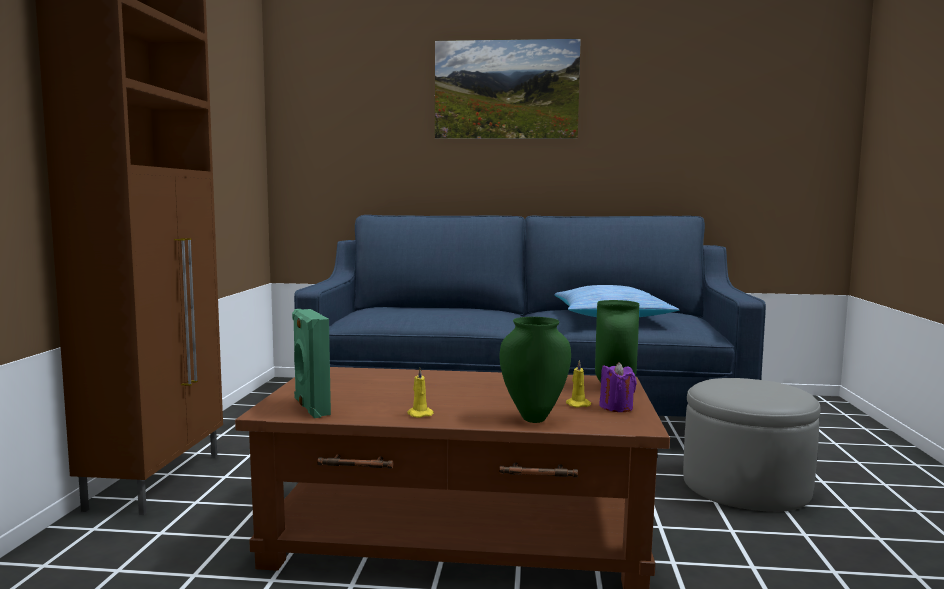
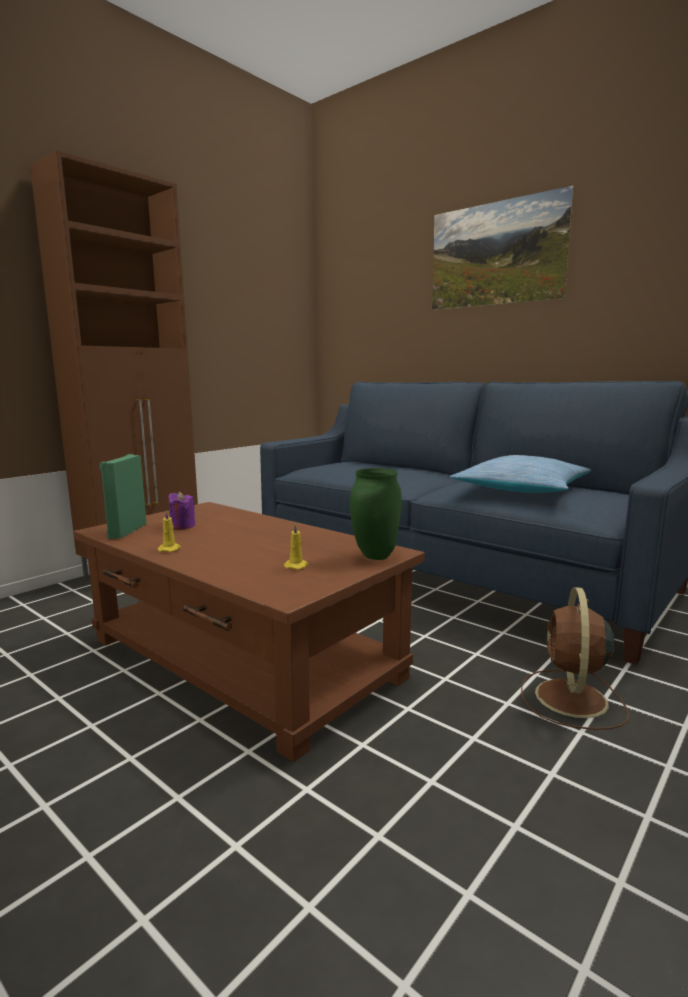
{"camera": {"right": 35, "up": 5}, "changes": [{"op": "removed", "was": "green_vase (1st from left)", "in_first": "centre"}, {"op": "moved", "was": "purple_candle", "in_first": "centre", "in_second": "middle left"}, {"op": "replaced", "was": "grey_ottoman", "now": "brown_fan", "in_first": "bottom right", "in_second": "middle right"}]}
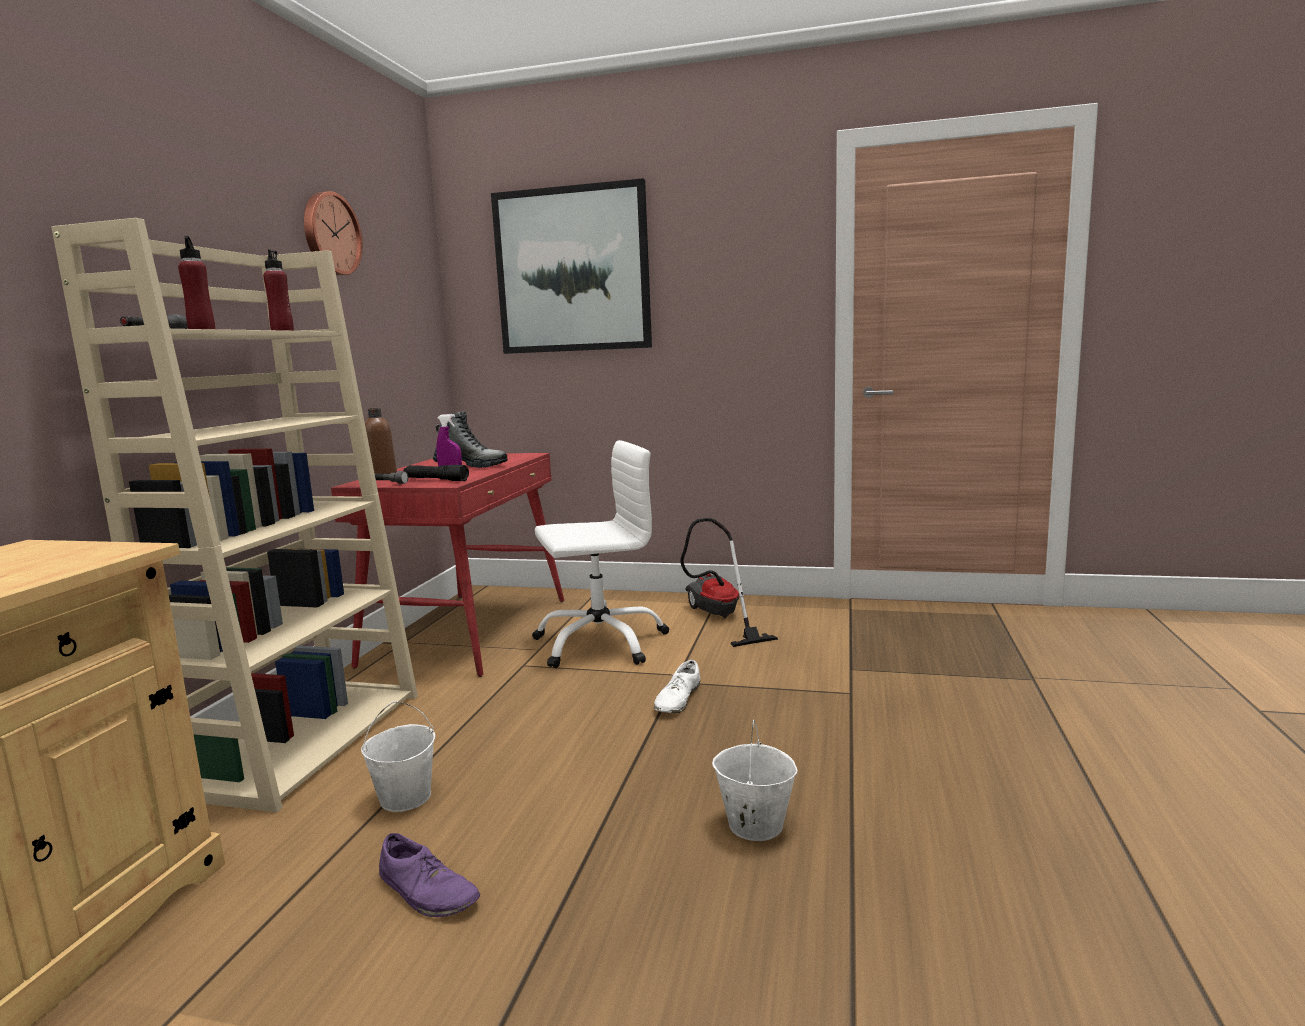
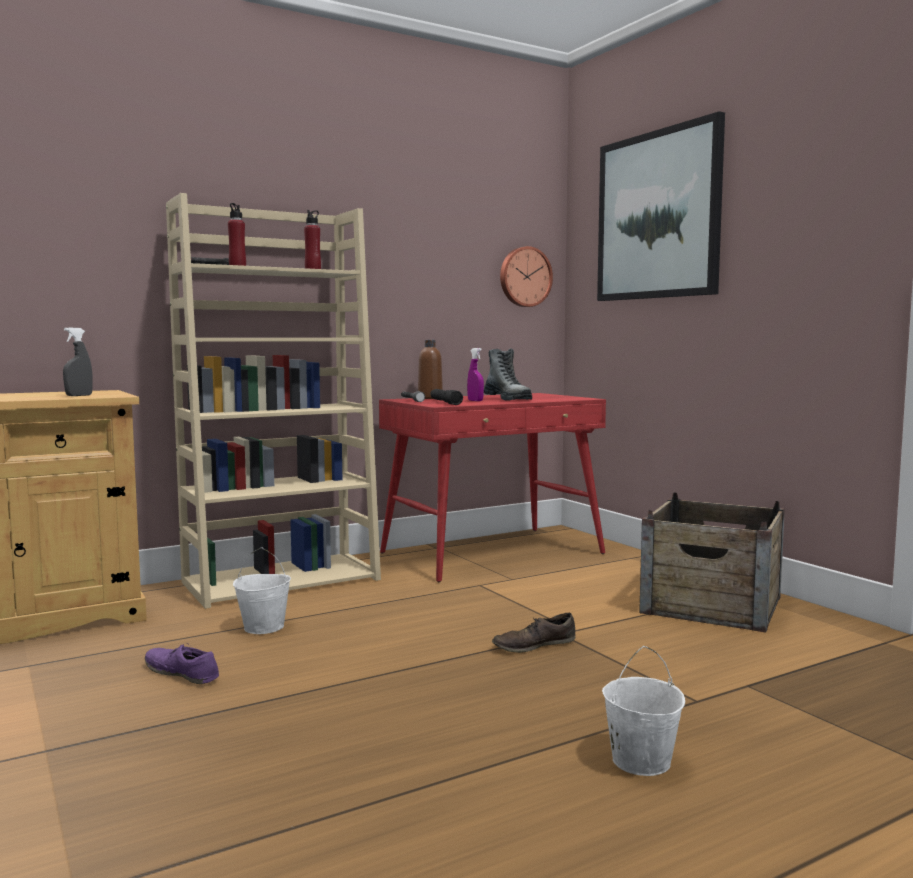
{"camera": {"right": 45, "up": -5}, "changes": [{"op": "removed", "was": "white_office_chair", "in_first": "centre"}, {"op": "added", "now": "grey_spray_bottle", "in_second": "middle left"}, {"op": "moved", "was": "wall_clock", "in_first": "top left", "in_second": "top centre"}, {"op": "moved", "was": "white_bucket (2nd from left)", "in_first": "bottom centre", "in_second": "bottom right"}, {"op": "replaced", "was": "vacuum_cleaner", "now": "crate", "in_first": "centre", "in_second": "middle right"}, {"op": "recoloured", "was": "white_shoe", "now": "brown_shoe", "in_first": "bottom centre", "in_second": "bottom centre"}, {"op": "turned", "was": "purple_shoe", "in_first": "bottom left", "in_second": "bottom left", "clockwise": 135}]}
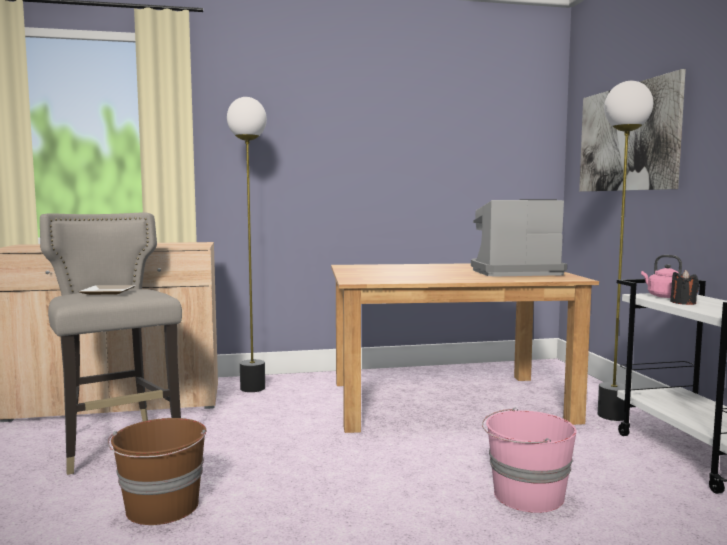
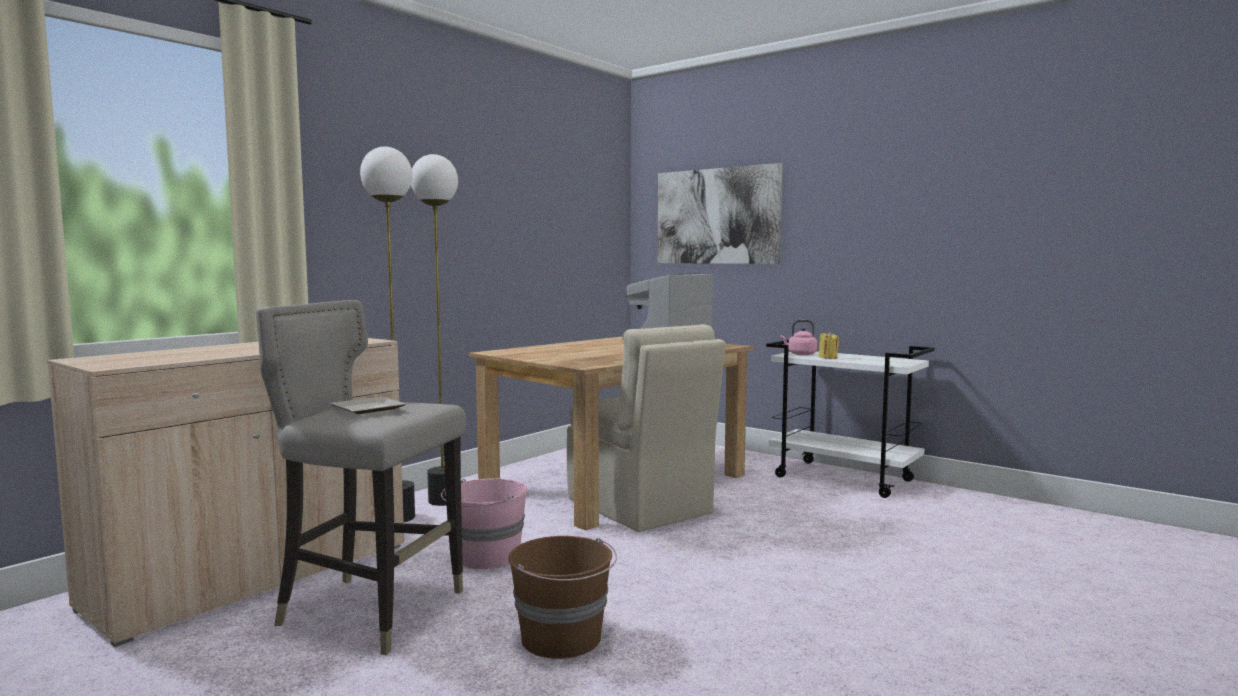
{"camera": {"right": -40, "up": 0}, "changes": [{"op": "added", "now": "beige_chair", "in_second": "centre"}, {"op": "moved", "was": "pink_bucket", "in_first": "bottom right", "in_second": "bottom centre"}, {"op": "moved", "was": "floor_lamp (2nd from left)", "in_first": "middle right", "in_second": "centre"}, {"op": "recoloured", "was": "black_candle", "now": "yellow_candle", "in_first": "middle right", "in_second": "middle right"}]}
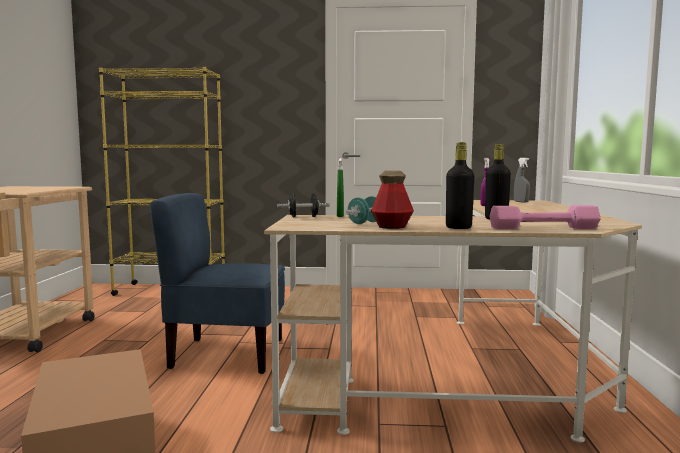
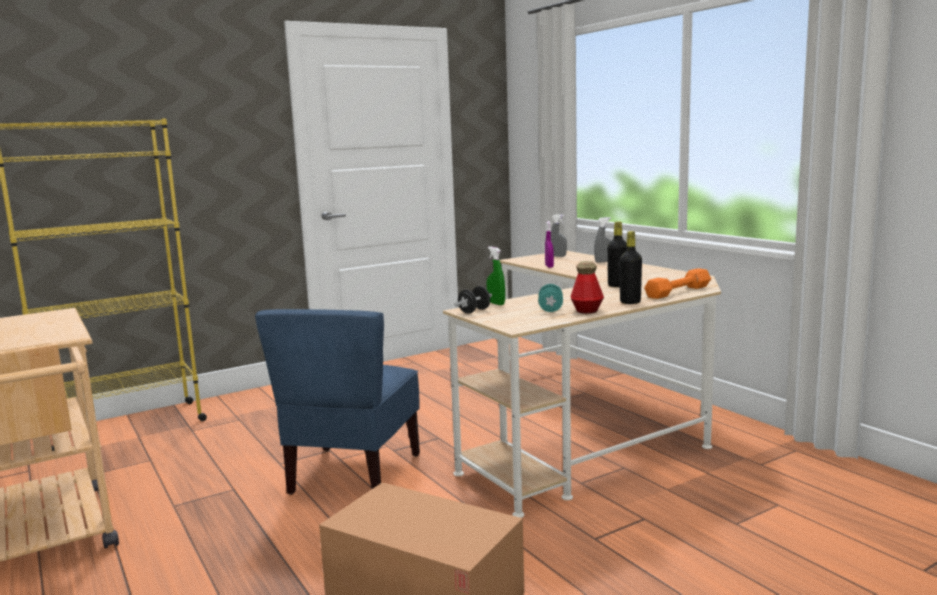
{"camera": {"right": -35, "up": 5}, "changes": [{"op": "added", "now": "grey_spray_bottle (2nd from left)", "in_second": "centre"}, {"op": "recoloured", "was": "pink_dumbbell", "now": "orange_dumbbell", "in_first": "middle right", "in_second": "middle right"}, {"op": "turned", "was": "blue_chair", "in_first": "middle left", "in_second": "bottom centre", "clockwise": -45}]}
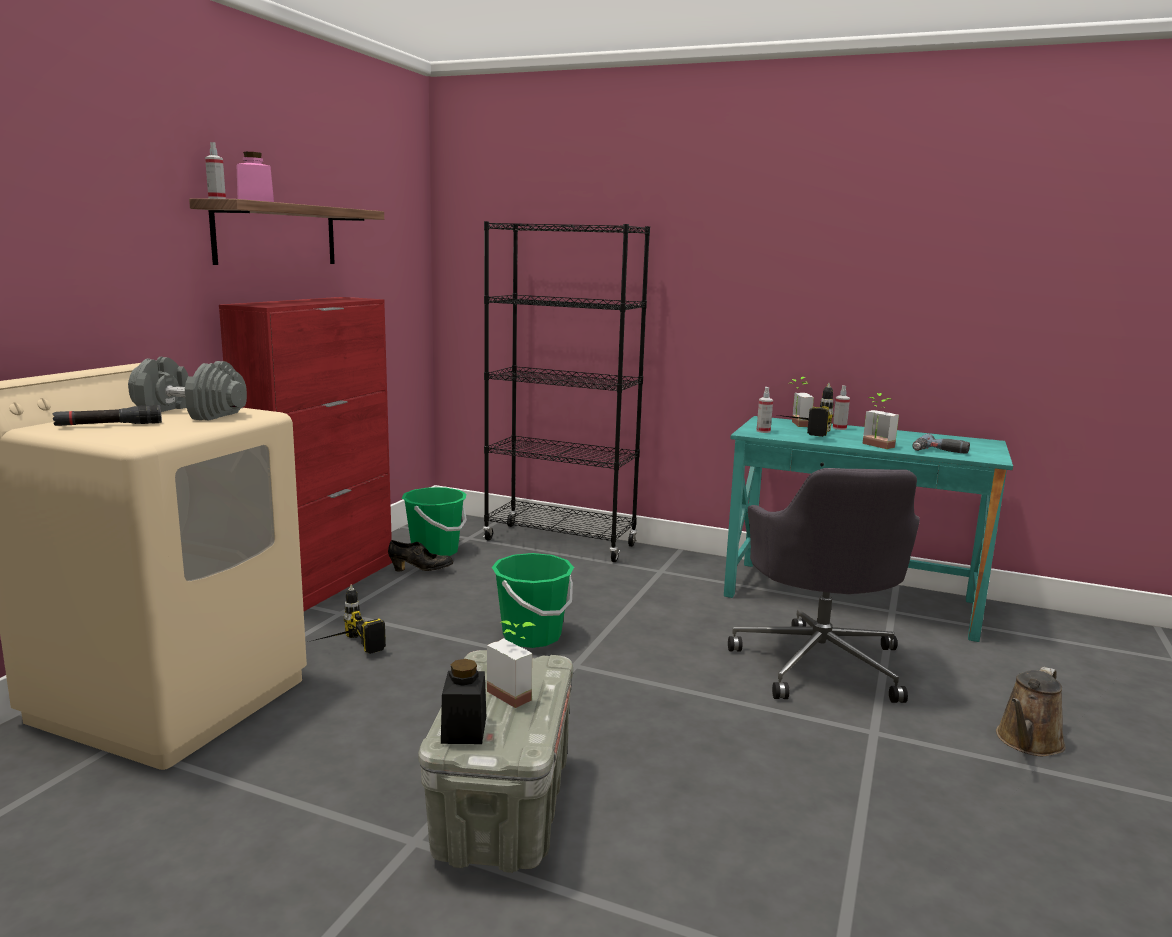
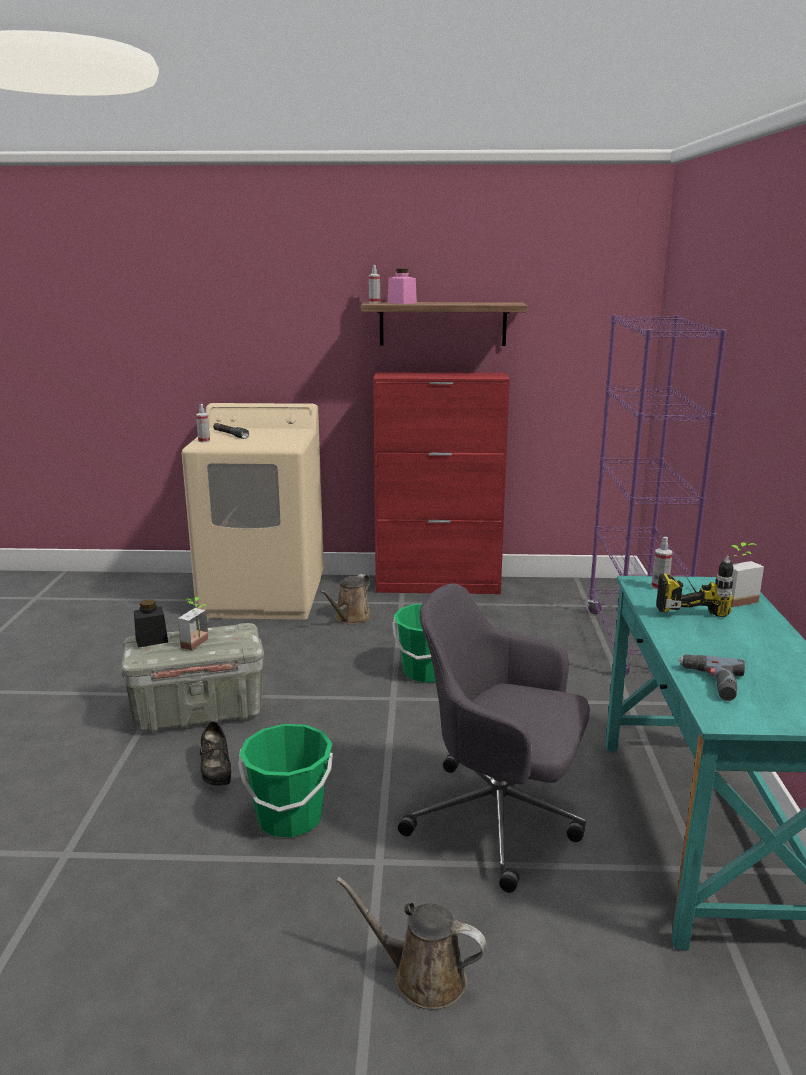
{"camera": {"right": 70, "up": 5}, "changes": [{"op": "removed", "was": "grey_dumbbell", "in_first": "middle left"}, {"op": "removed", "was": "potted_plant (3rd from left)", "in_first": "middle right"}, {"op": "moved", "was": "black_shoe", "in_first": "centre", "in_second": "bottom left"}, {"op": "moved", "was": "green_bucket (1st from left)", "in_first": "centre", "in_second": "bottom centre"}, {"op": "moved", "was": "spray_bottle (3rd from left in the first image)", "now": "spray_bottle (1st from left)", "in_first": "middle right", "in_second": "middle left"}, {"op": "replaced", "was": "power_drill (1st from left)", "now": "brown_watering_can (1st from left)", "in_first": "middle left", "in_second": "centre"}, {"op": "recoloured", "was": "black_bookcase", "now": "purple_bookcase", "in_first": "centre", "in_second": "middle right"}, {"op": "turned", "was": "grey_office_chair", "in_first": "middle right", "in_second": "bottom centre", "clockwise": 45}]}
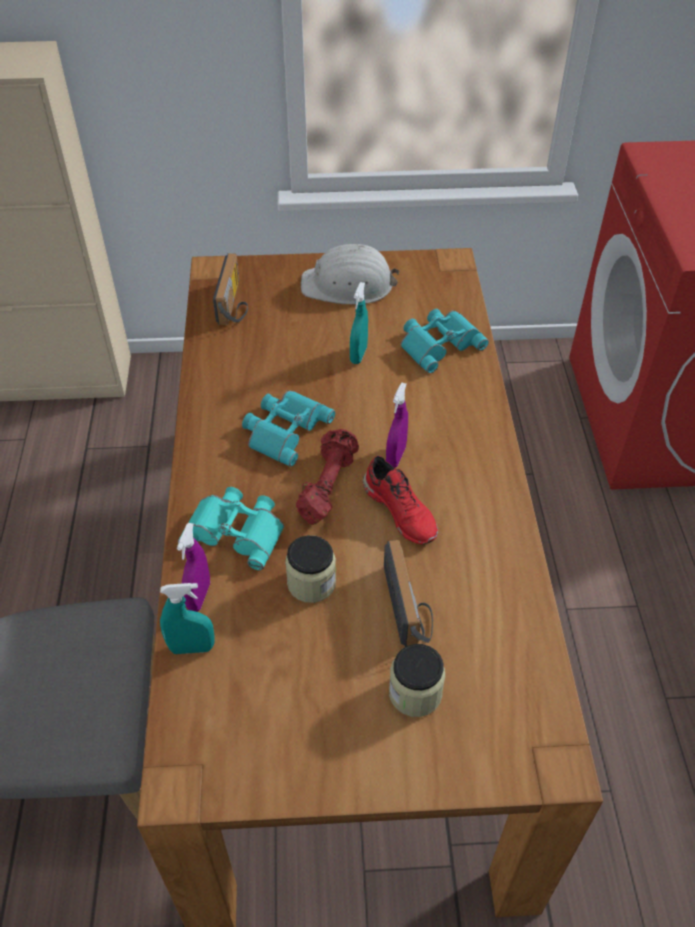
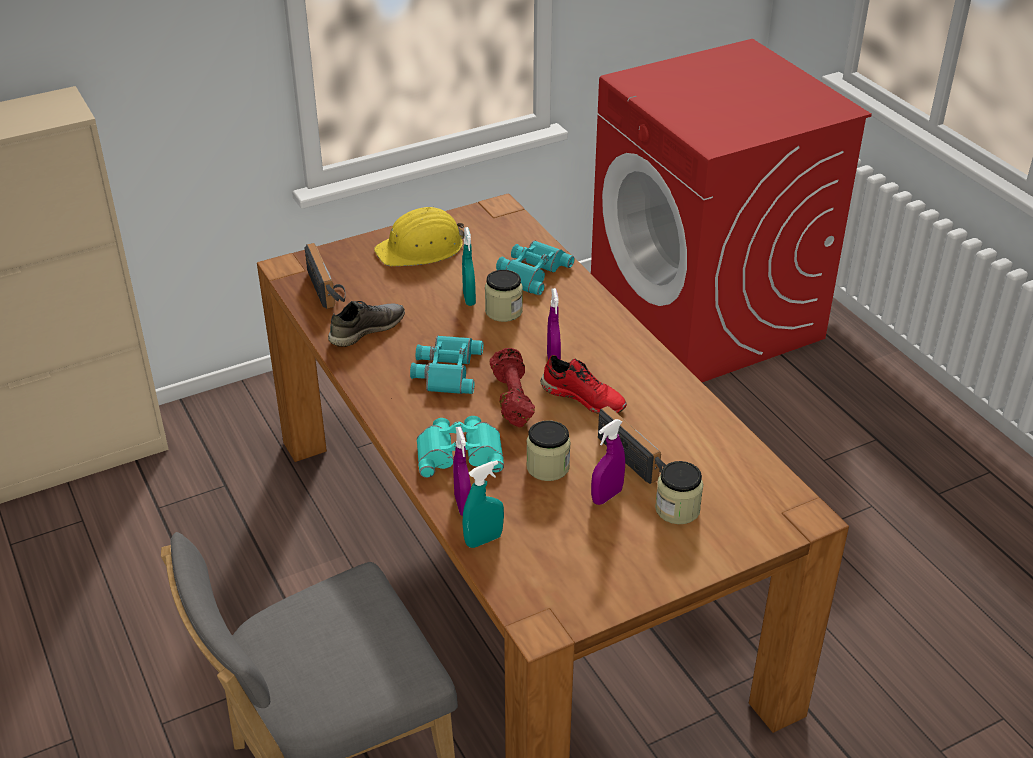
{"camera": {"right": -25, "up": -10}, "changes": [{"op": "added", "now": "grey_shoe", "in_second": "centre"}, {"op": "added", "now": "jar (1st from left)", "in_second": "centre"}, {"op": "added", "now": "purple_spray_bottle (3rd from left)", "in_second": "centre"}, {"op": "recoloured", "was": "white_hard_hat", "now": "yellow_hard_hat", "in_first": "top centre", "in_second": "top centre"}]}
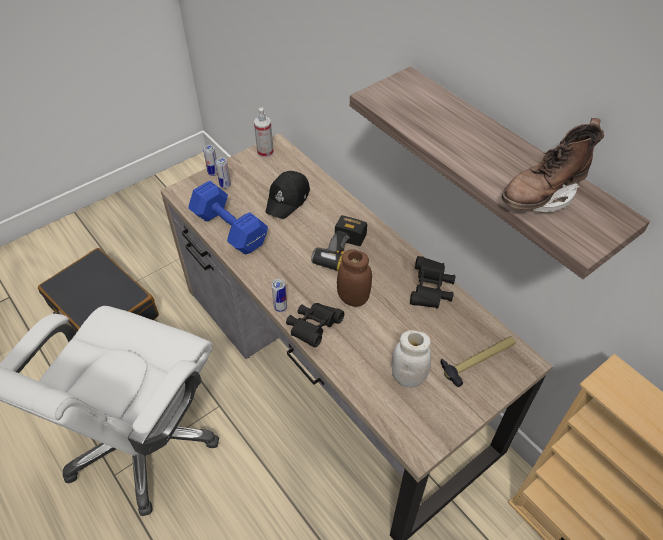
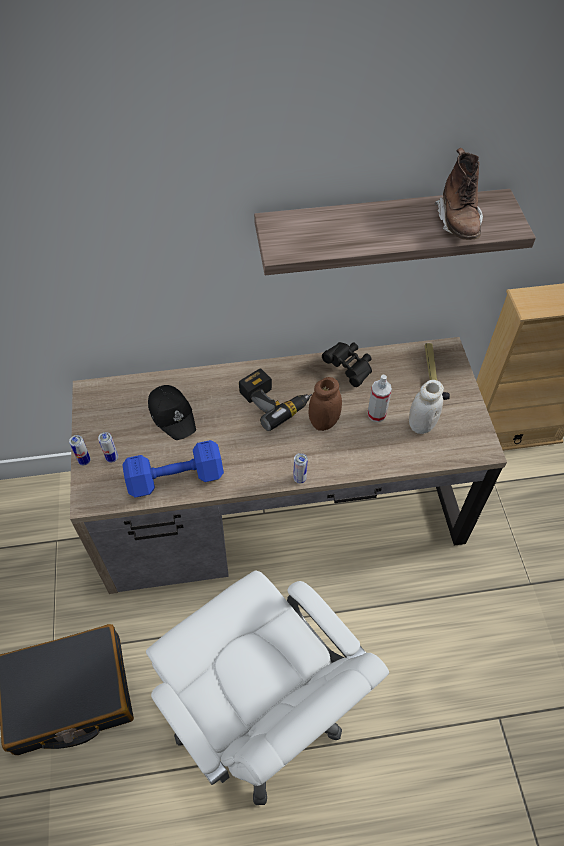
{"camera": {"right": -60, "up": 5}, "changes": [{"op": "removed", "was": "black_binoculars (1st from left)", "in_first": "centre"}, {"op": "moved", "was": "spray_bottle", "in_first": "top centre", "in_second": "middle right"}]}
